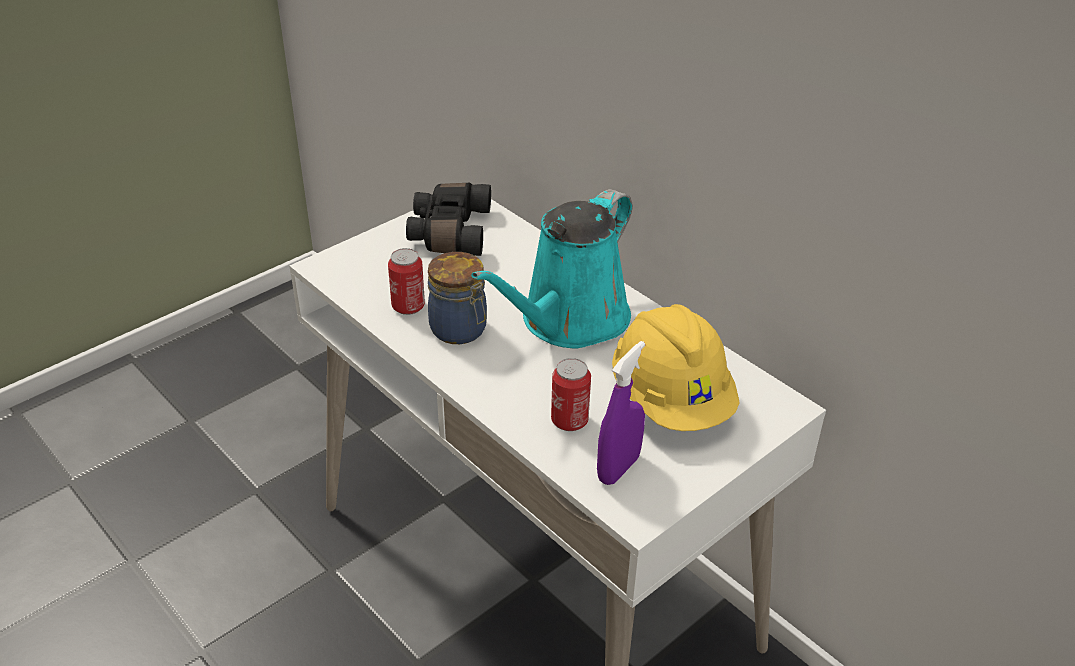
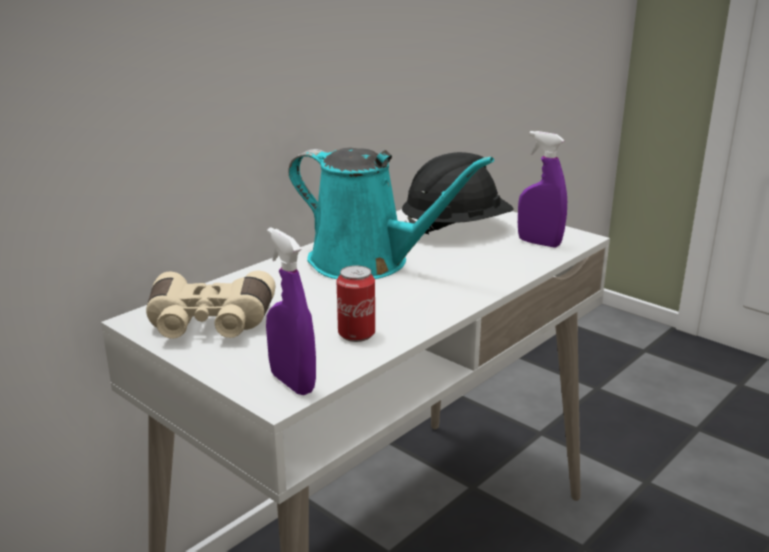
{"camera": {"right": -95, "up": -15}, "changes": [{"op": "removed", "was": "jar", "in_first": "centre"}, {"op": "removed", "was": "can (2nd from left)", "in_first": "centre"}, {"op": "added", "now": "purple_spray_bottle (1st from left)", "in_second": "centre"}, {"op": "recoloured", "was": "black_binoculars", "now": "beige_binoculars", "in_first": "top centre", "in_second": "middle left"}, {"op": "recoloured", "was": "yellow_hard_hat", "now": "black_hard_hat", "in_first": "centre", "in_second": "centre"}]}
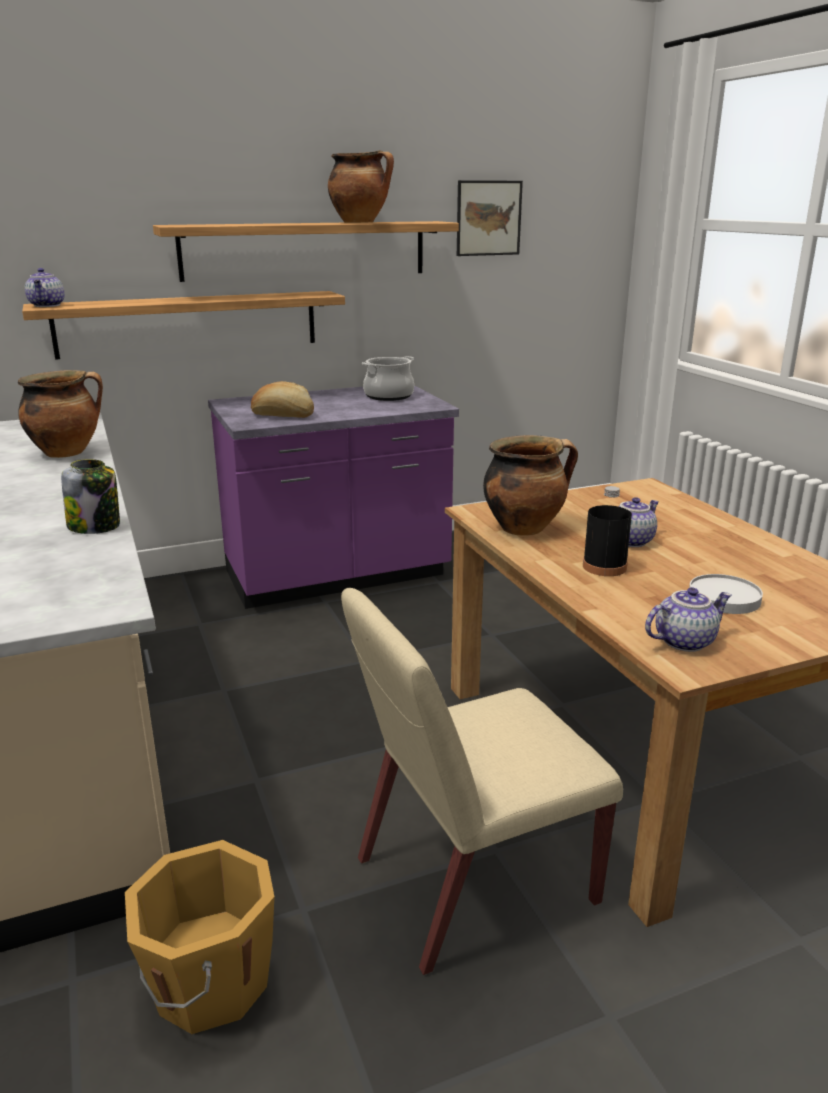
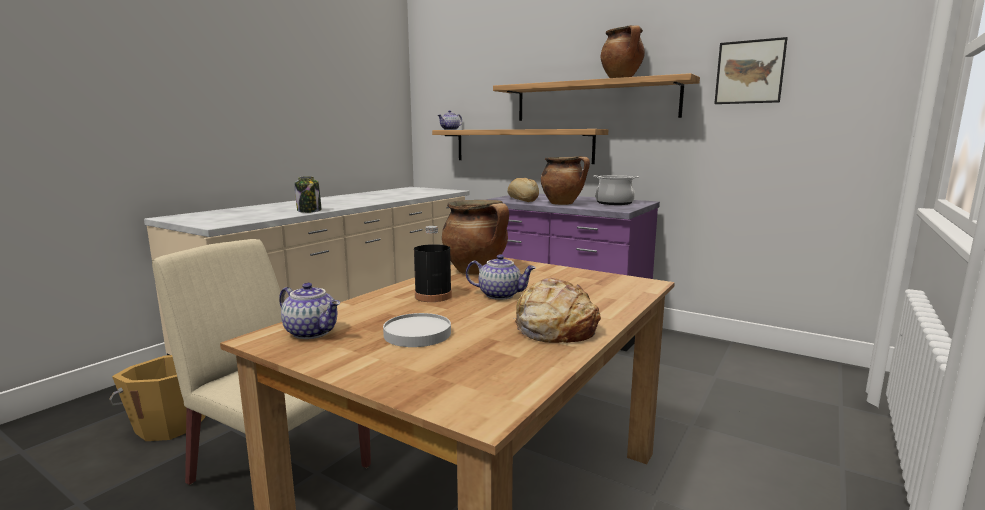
{"camera": {"right": 55, "up": -10}, "changes": [{"op": "added", "now": "bread (2nd from left)", "in_second": "centre"}, {"op": "moved", "was": "cooking_pot (1st from left in the first image)", "now": "cooking_pot (2nd from left)", "in_first": "middle left", "in_second": "centre"}]}
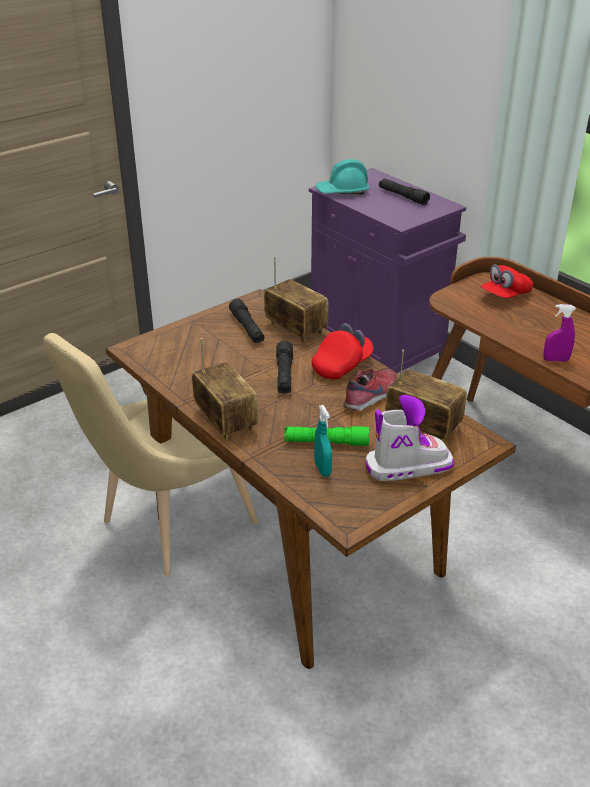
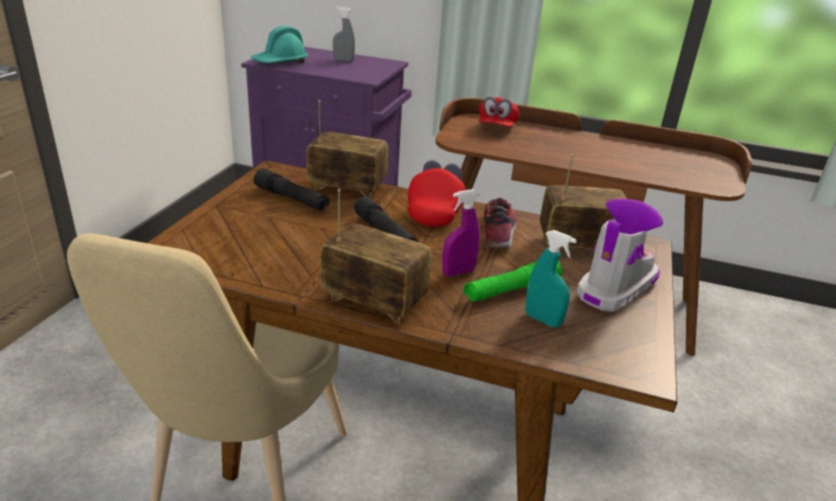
{"camera": {"right": -35, "up": -5}, "changes": [{"op": "moved", "was": "purple_spray_bottle", "in_first": "middle right", "in_second": "centre"}, {"op": "replaced", "was": "black_flashlight (3rd from left)", "now": "grey_spray_bottle", "in_first": "top right", "in_second": "top centre"}]}
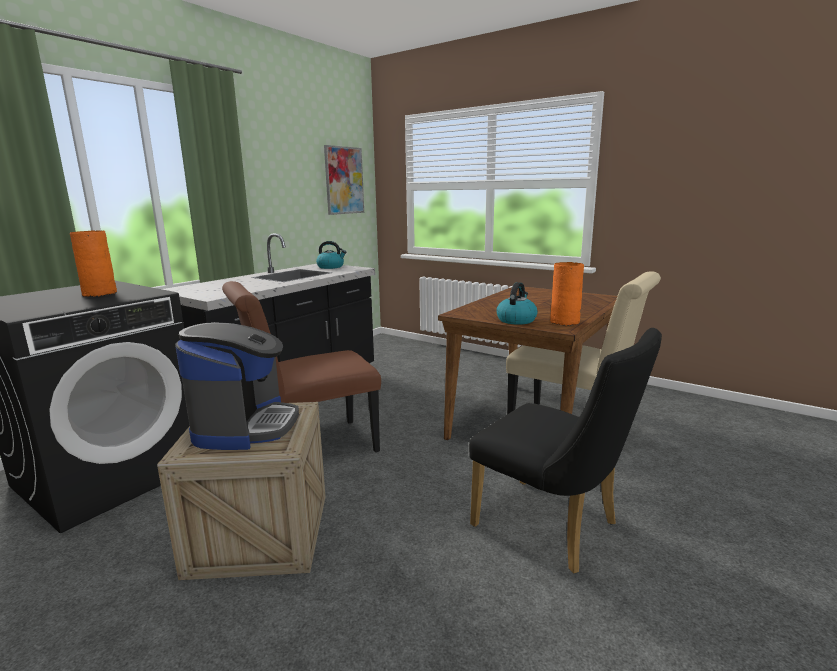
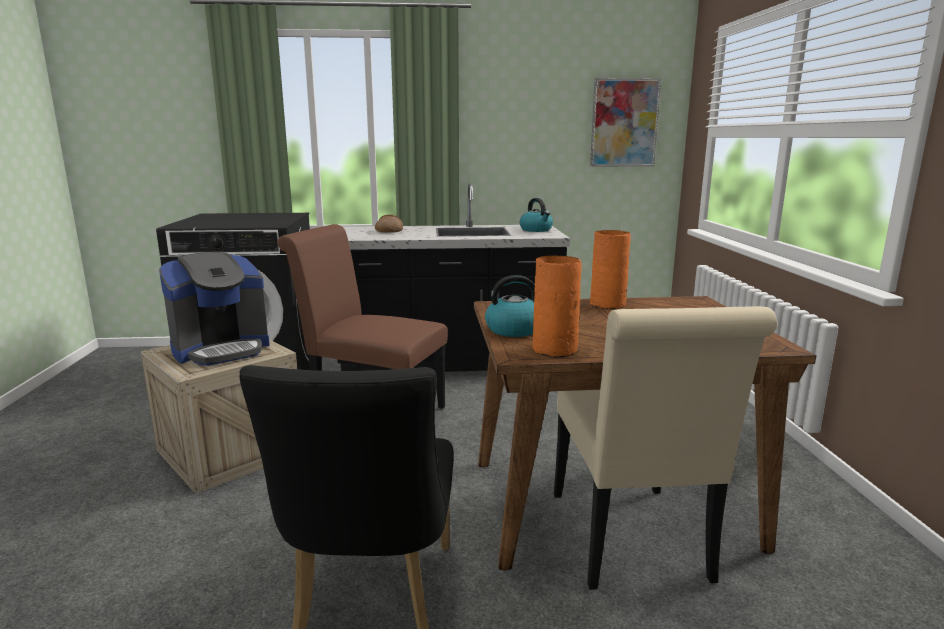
{"camera": {"right": 50, "up": 0}, "changes": [{"op": "added", "now": "bread", "in_second": "centre"}, {"op": "moved", "was": "orange_vase (1st from left in the first image)", "now": "orange_vase (2nd from left)", "in_first": "middle left", "in_second": "centre"}]}
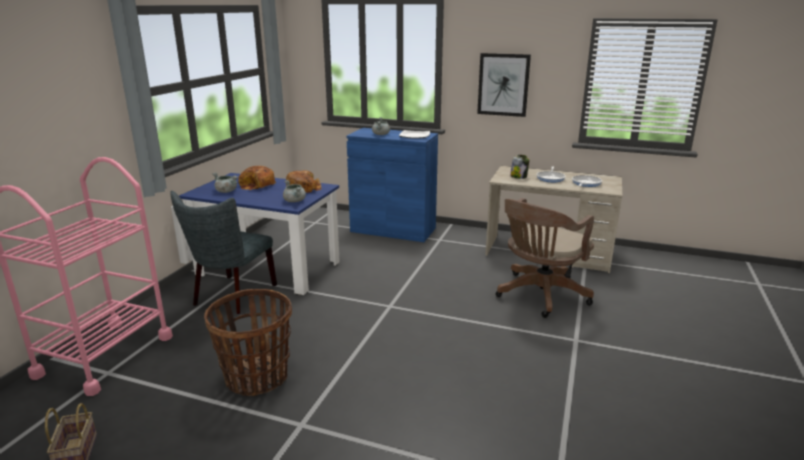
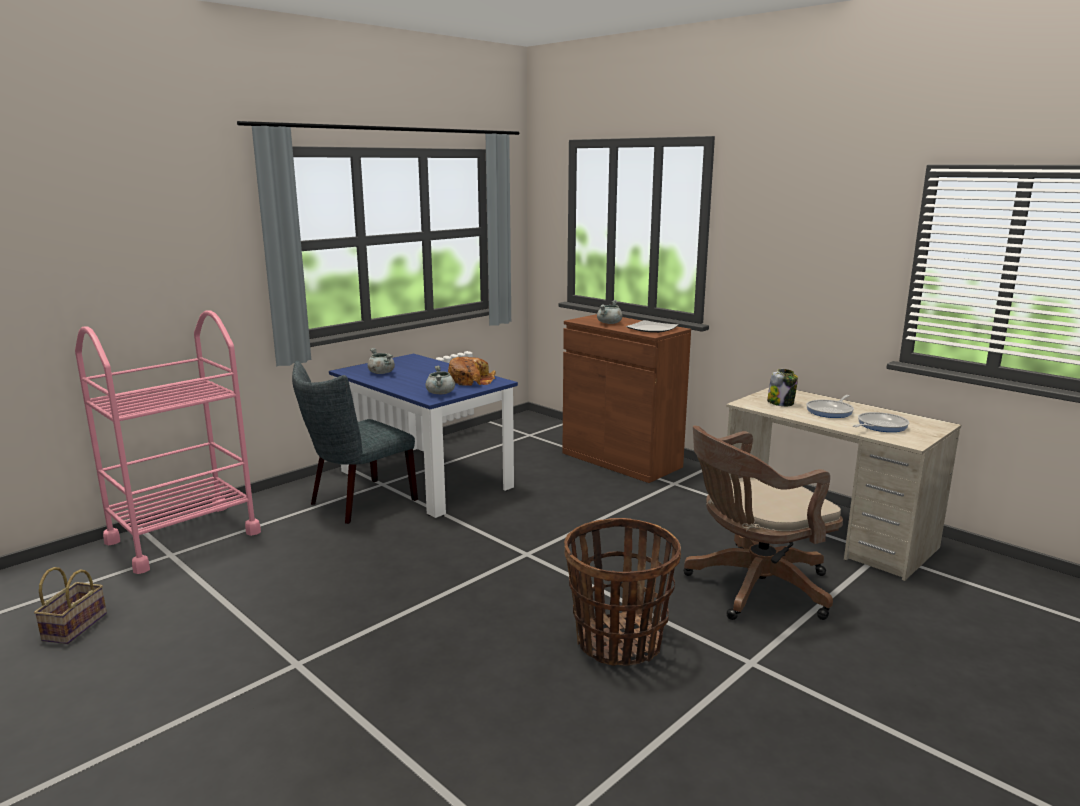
{"camera": {"right": 25, "up": -5}, "changes": [{"op": "removed", "was": "bread (1st from left)", "in_first": "middle left"}, {"op": "removed", "was": "picture", "in_first": "top centre"}, {"op": "moved", "was": "basket (2nd from left)", "in_first": "bottom left", "in_second": "bottom centre"}, {"op": "recoloured", "was": "blue_cabinet", "now": "brown_cabinet", "in_first": "centre", "in_second": "centre"}]}
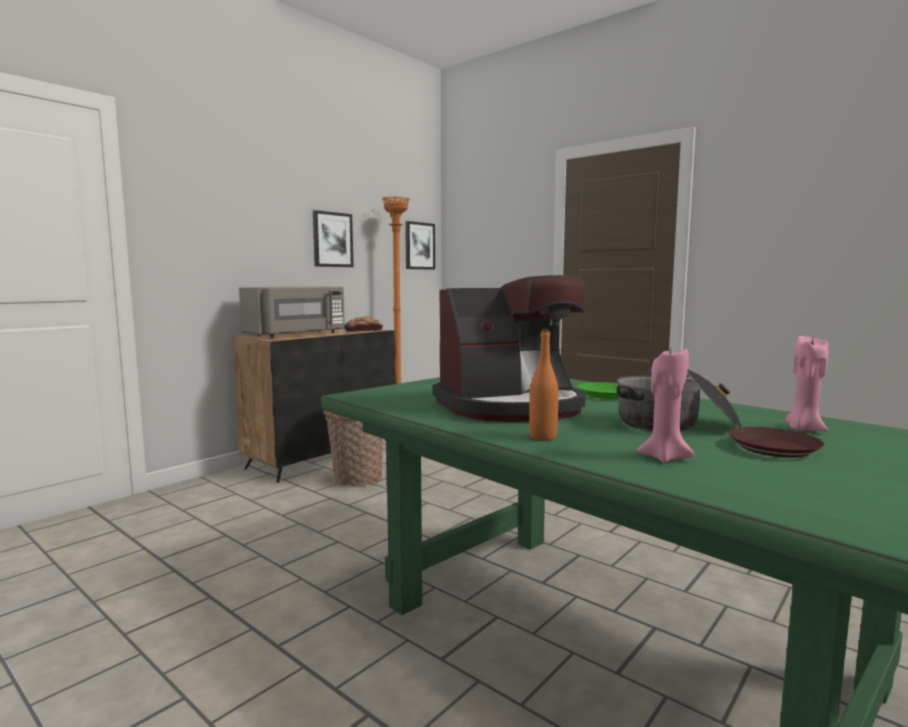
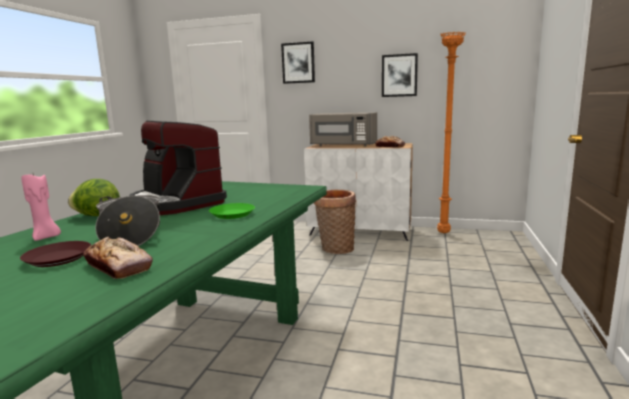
{"camera": {"right": 65, "up": 5}, "changes": [{"op": "moved", "was": "picture (2nd from left in the first image)", "now": "picture (1st from left)", "in_first": "centre", "in_second": "top centre"}, {"op": "replaced", "was": "orange_bottle", "now": "lettuce", "in_first": "centre", "in_second": "middle left"}, {"op": "replaced", "was": "pink_candle (2nd from left)", "now": "bread (1st from left)", "in_first": "middle right", "in_second": "middle left"}, {"op": "recoloured", "was": "black_cabinet", "now": "white_cabinet", "in_first": "centre", "in_second": "centre"}]}
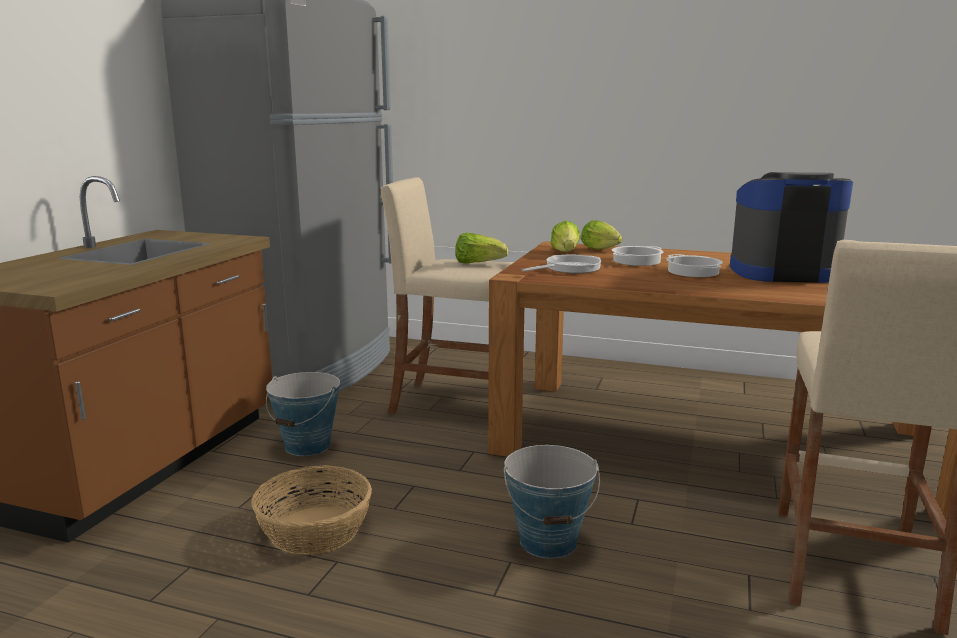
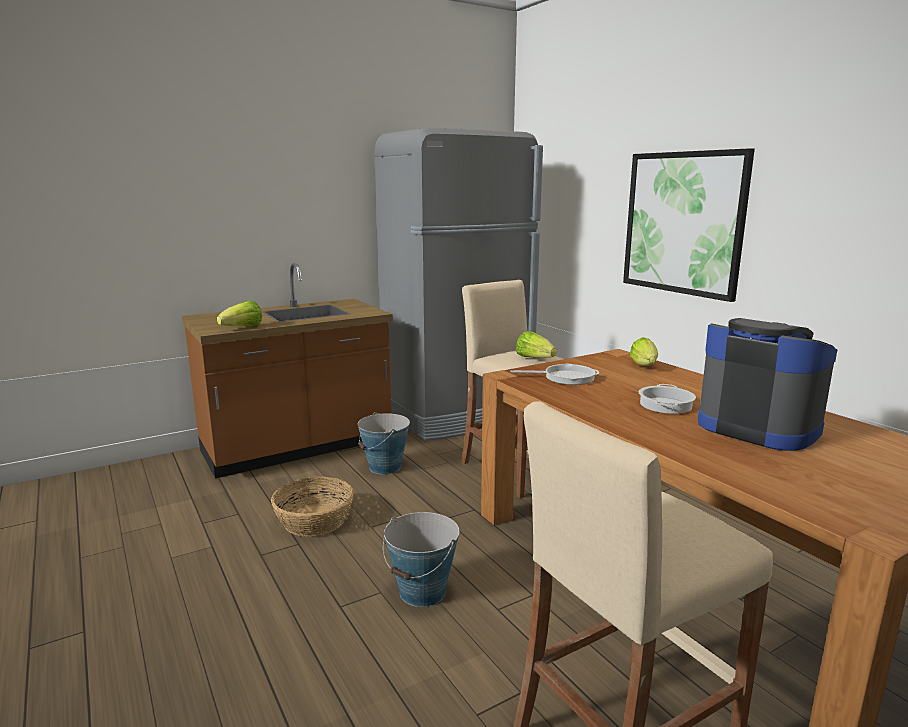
{"camera": {"right": 40, "up": 0}, "changes": [{"op": "removed", "was": "cooking_pot (1st from left)", "in_first": "centre"}, {"op": "added", "now": "picture", "in_second": "top right"}, {"op": "moved", "was": "lettuce (2nd from left in the first image)", "now": "lettuce (1st from left)", "in_first": "centre", "in_second": "middle left"}]}
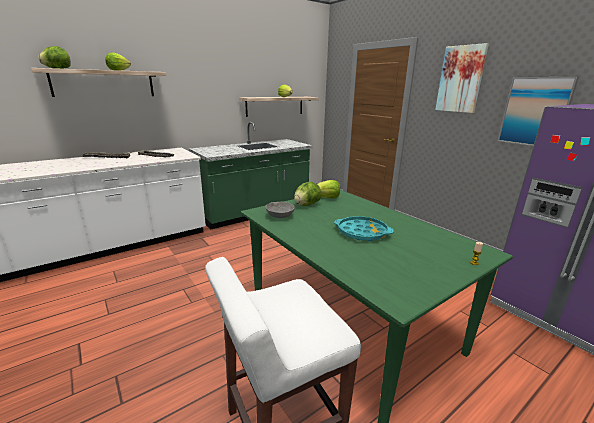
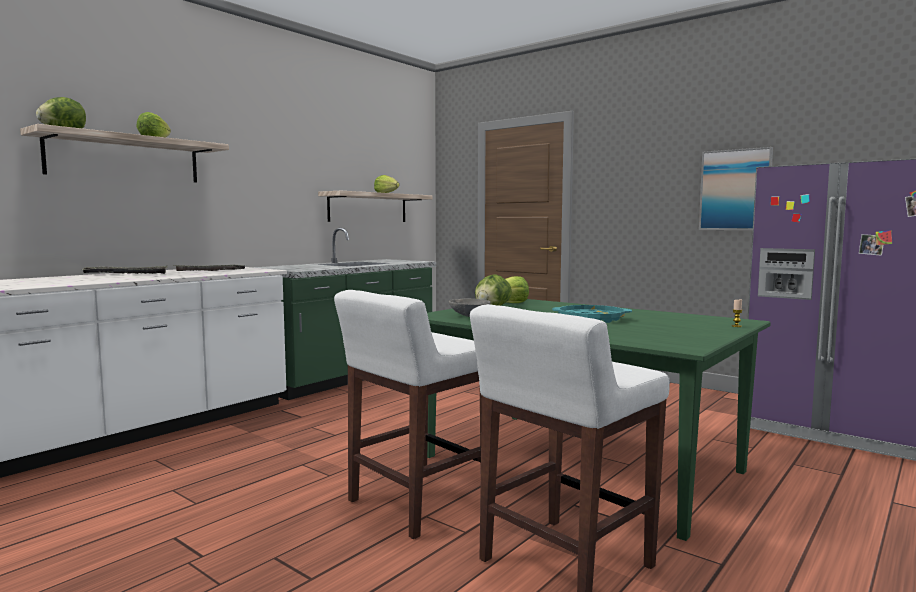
{"camera": {"right": -15, "up": -15}, "changes": [{"op": "removed", "was": "picture (1st from left)", "in_first": "top right"}, {"op": "added", "now": "white_stool (1st from left)", "in_second": "bottom centre"}]}
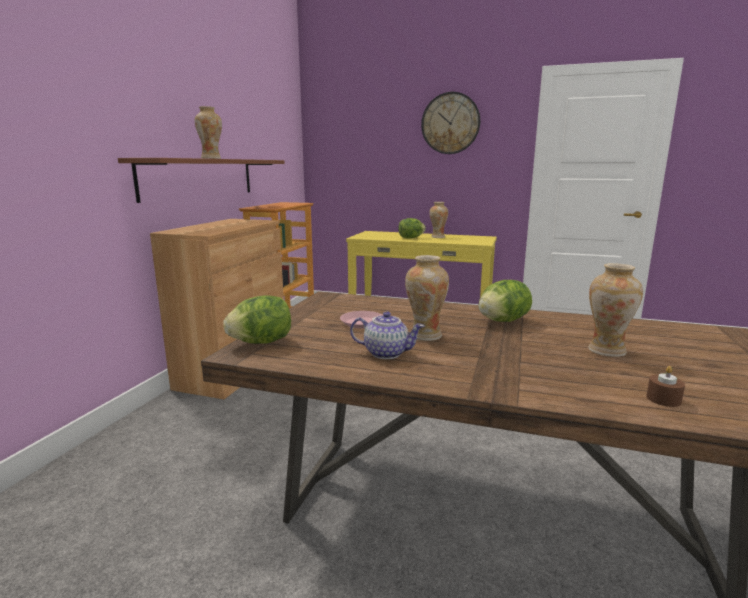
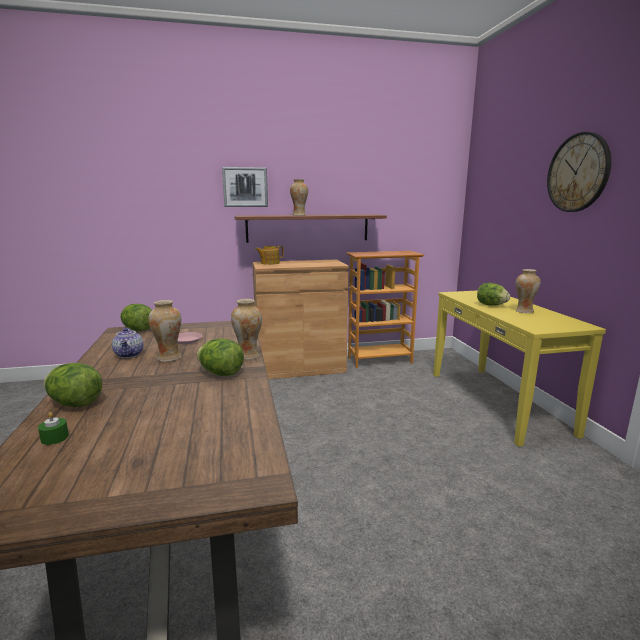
{"camera": {"right": 60, "up": 0}, "changes": [{"op": "added", "now": "lettuce (1st from left)", "in_second": "middle left"}, {"op": "added", "now": "picture", "in_second": "top centre"}, {"op": "added", "now": "teapot (2nd from left)", "in_second": "centre"}, {"op": "moved", "was": "vase (4th from left in the first image)", "now": "vase (2nd from left)", "in_first": "middle right", "in_second": "centre"}, {"op": "recoloured", "was": "brown_candle", "now": "green_candle", "in_first": "middle right", "in_second": "bottom left"}]}
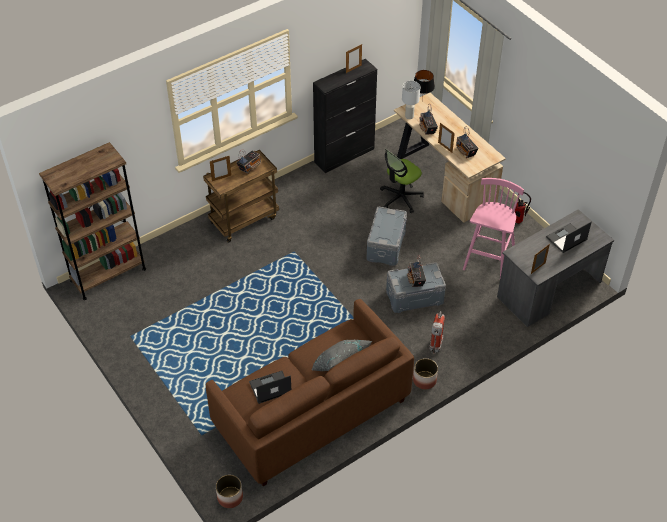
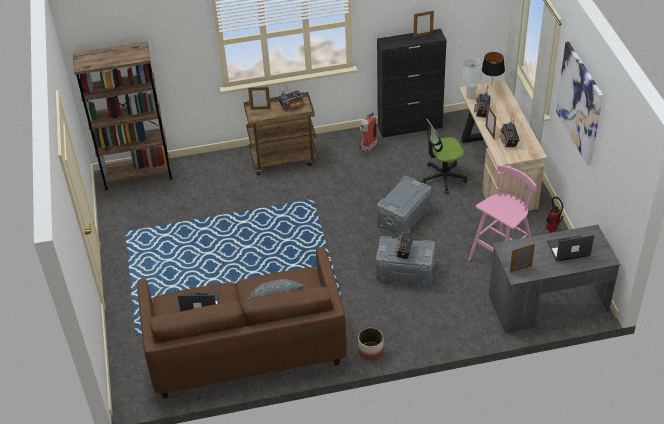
{"camera": {"right": 25, "up": -5}, "changes": [{"op": "removed", "was": "planter (1st from left)", "in_first": "bottom centre"}, {"op": "added", "now": "picture", "in_second": "top right"}, {"op": "moved", "was": "fire_extinguisher (1st from left)", "in_first": "centre", "in_second": "top centre"}]}
